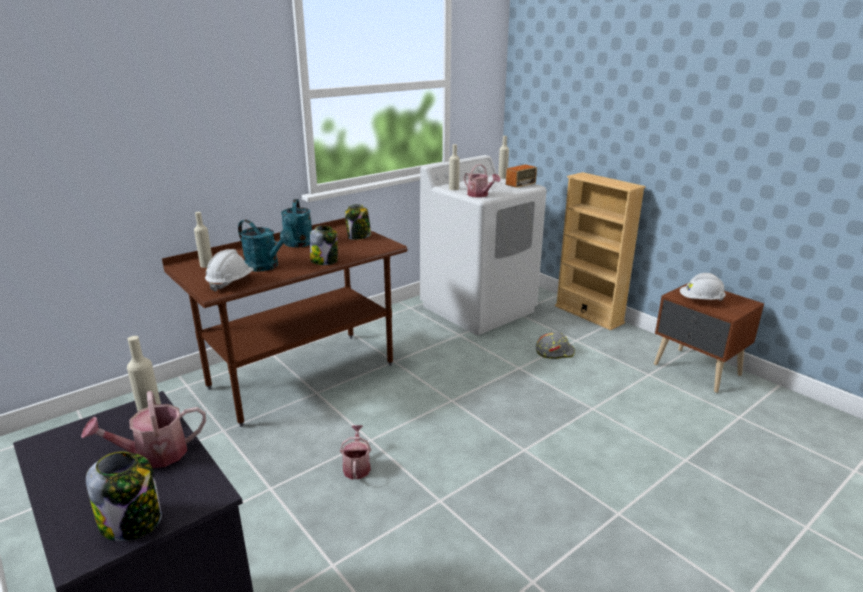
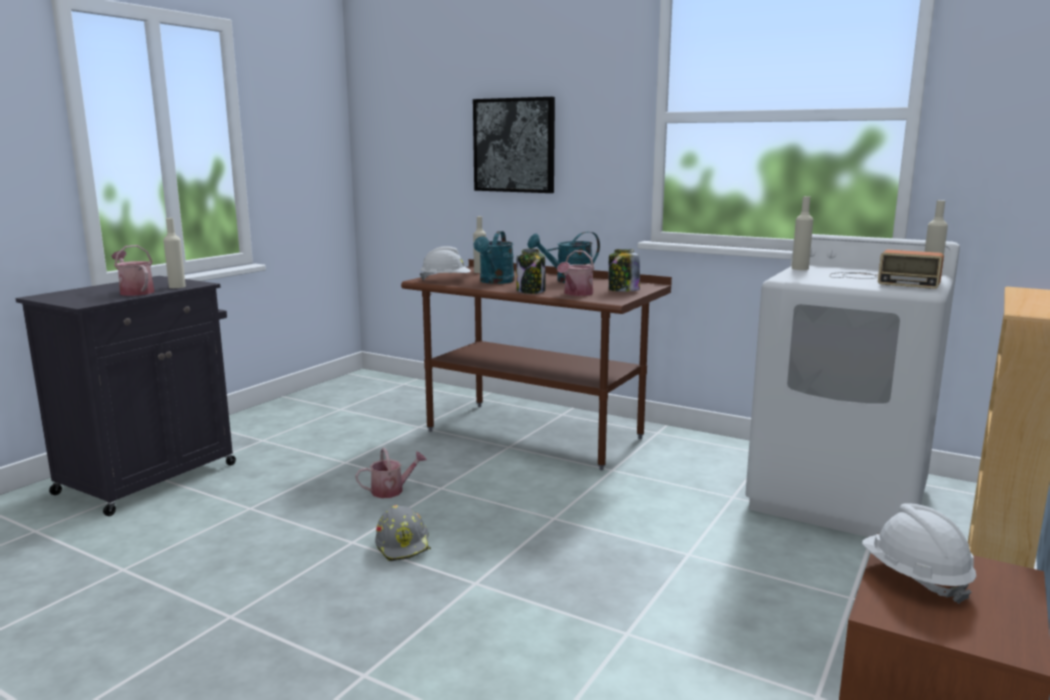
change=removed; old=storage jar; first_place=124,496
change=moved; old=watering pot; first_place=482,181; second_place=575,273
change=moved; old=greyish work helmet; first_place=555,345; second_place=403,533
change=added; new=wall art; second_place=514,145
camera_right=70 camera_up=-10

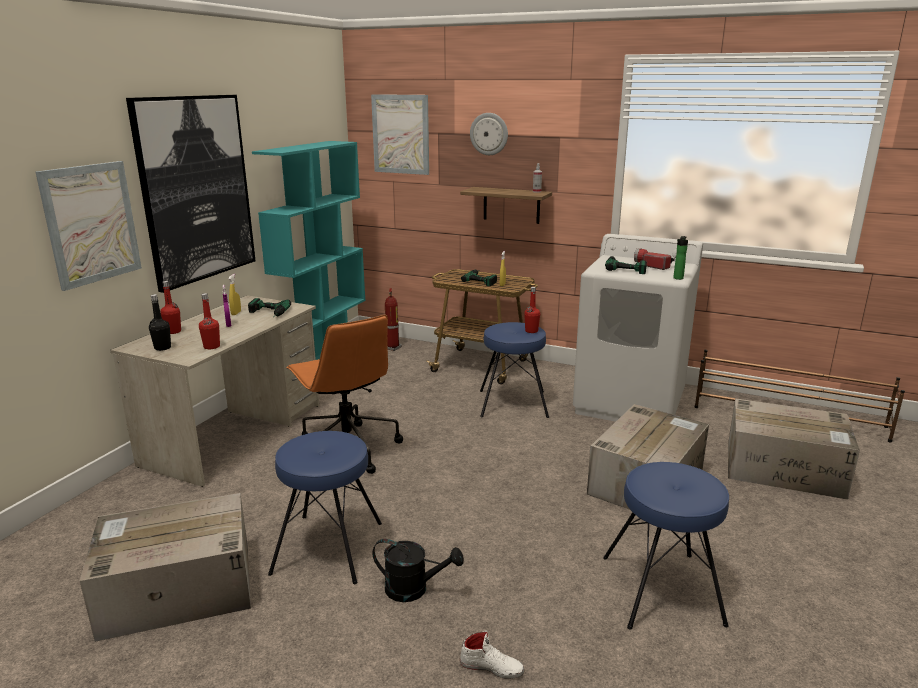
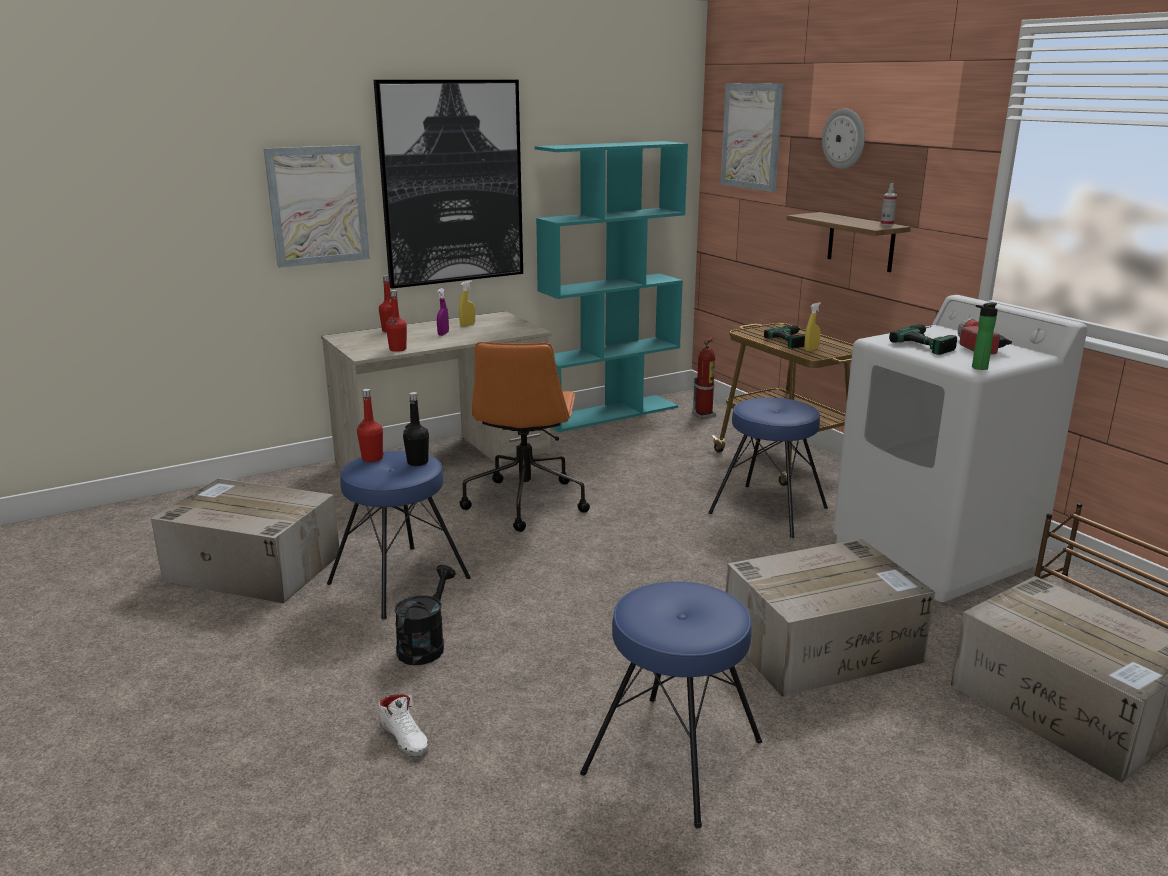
change=moved; old=blackish drink bottle; first_place=160,322; second_place=416,429
change=removed; old=drill; first_place=269,307
change=turned; old=blackish watering pot; first_place=418,570; second_place=425,615; degrees=-120
change=moved; old=red drink bottle; first_place=532,310; second_place=370,425
camera_right=35 camera_up=0

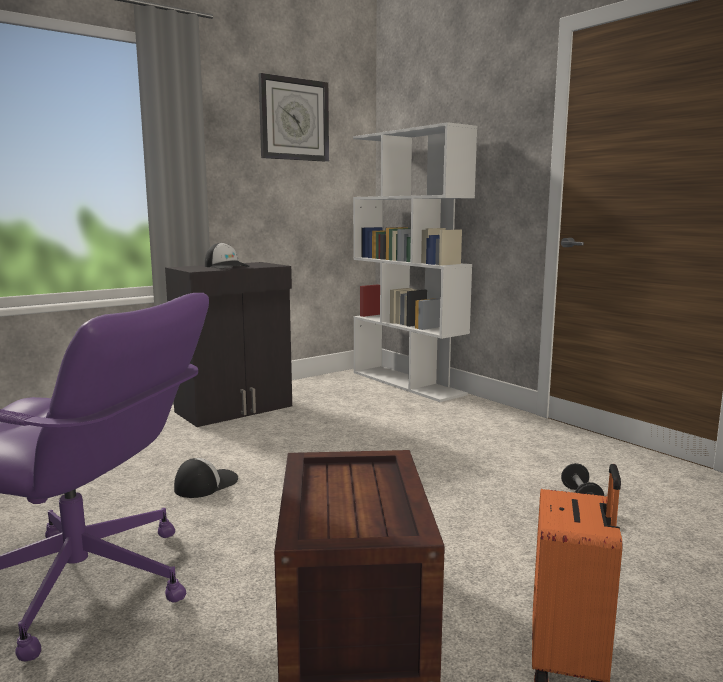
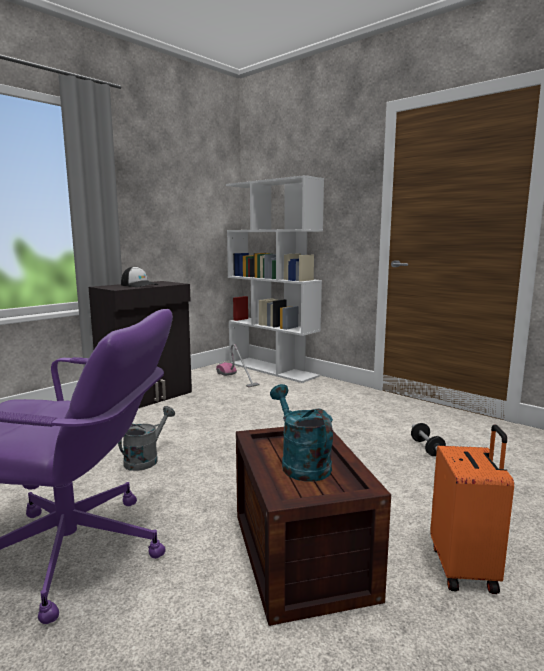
change=replaced; old=peaked cap; new=greyish watering pot; first_place=206,478; second_place=146,438
change=removed; old=hanging clock; first_place=294,117
change=added; new=vacuum; second_place=238,365
change=added; new=turquoise-coloured watering pot; second_place=301,433
camera_right=-10 camera_up=0

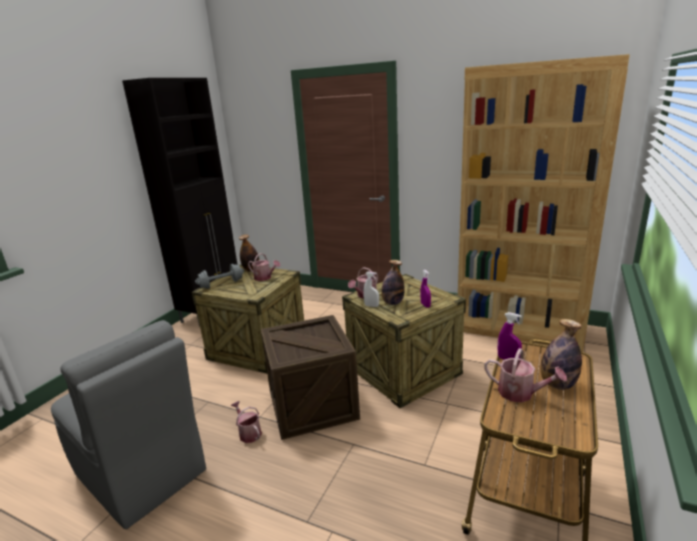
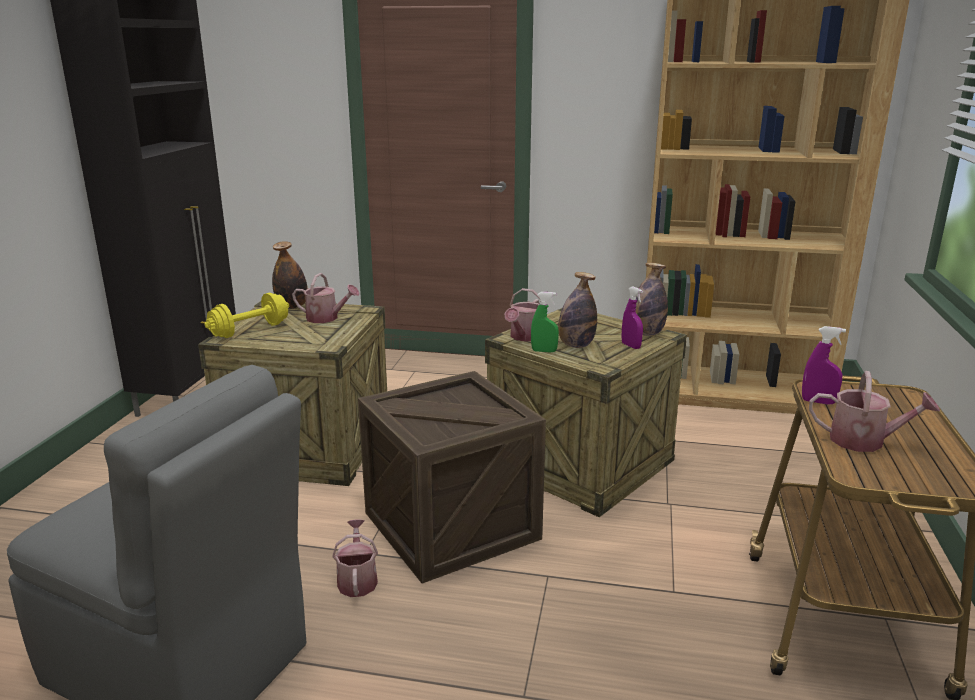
change=recoloured; old=greyish free weight; new=yellow free weight; first_place=219,276; second_place=246,315
change=turned; old=watering pot; first_place=246,422; second_place=355,558; degrees=45
change=recoloured; old=white-coloured hand sprayer; new=greenish hand sprayer; first_place=371,289; second_place=545,322
change=moved; old=drink bottle; first_place=561,354; second_place=651,299
camera_right=-15 camera_up=0

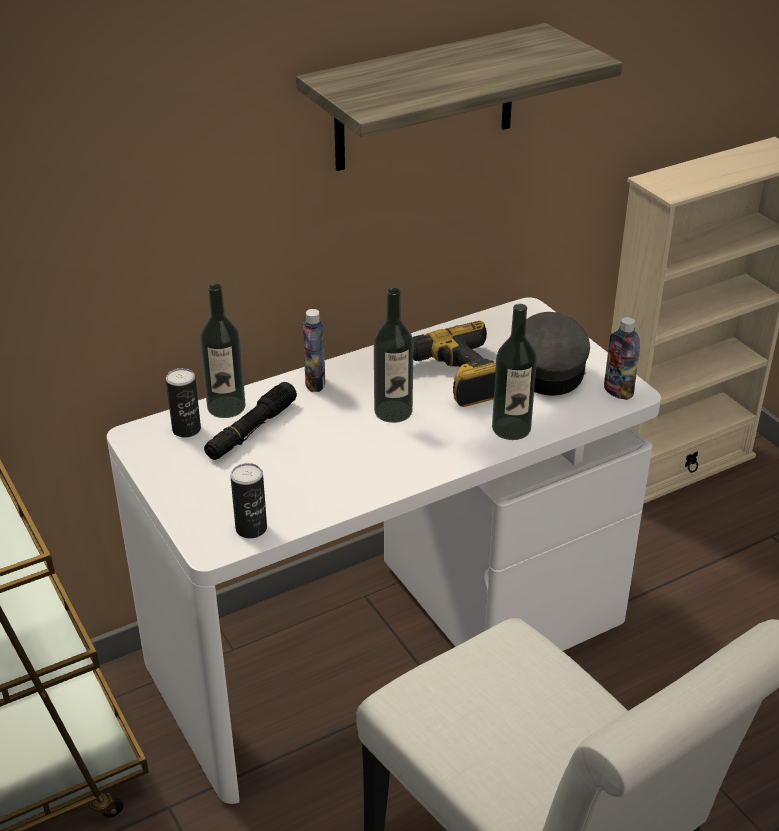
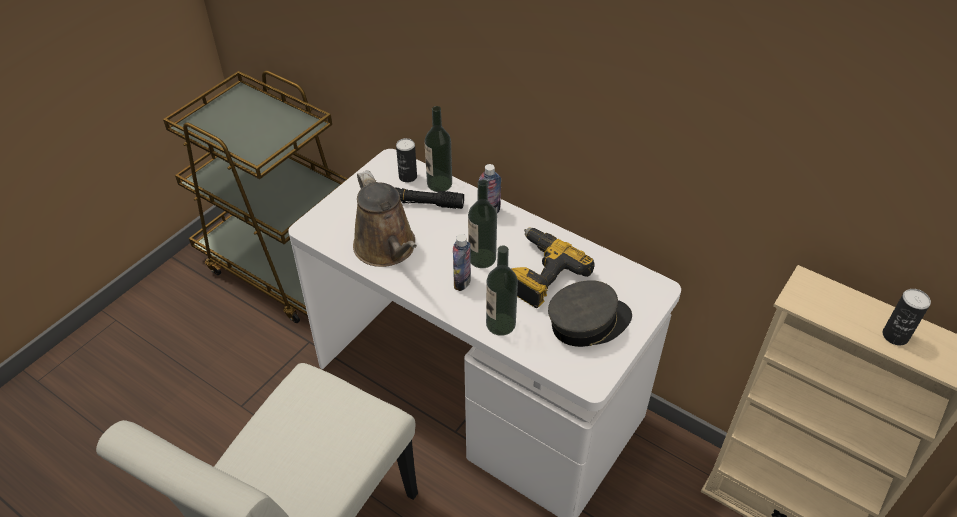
change=moved; old=metal can; first_place=248,500; second_place=907,317
change=removed; old=shelf; first_place=459,97
change=moved; old=drink bottle; first_place=622,358; second_place=462,262
change=added; new=brownish watering pot; second_place=385,218
camera_right=65 camera_up=10

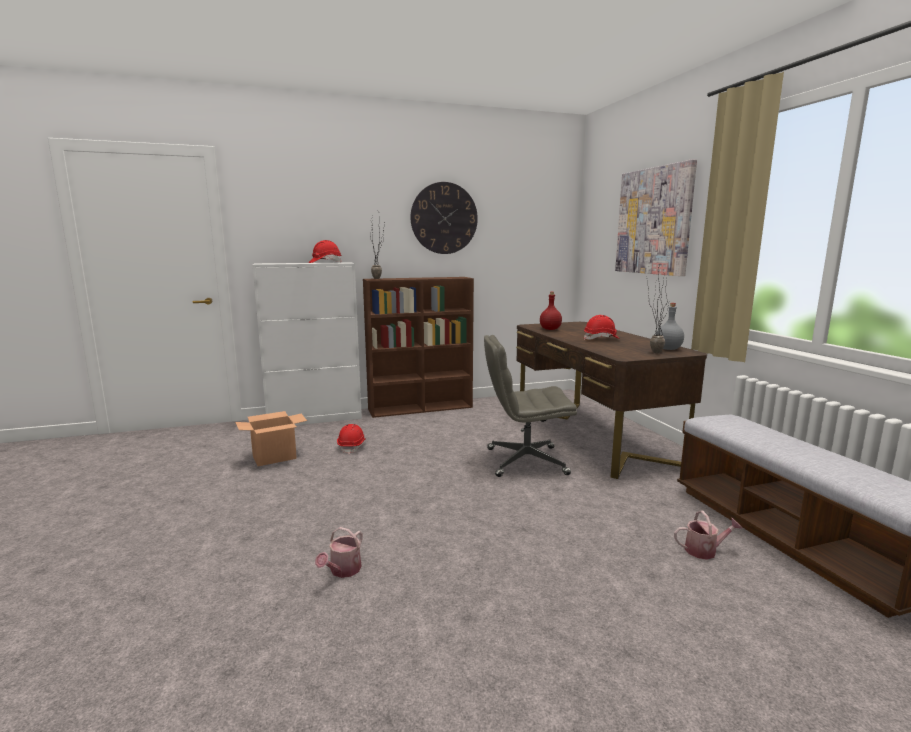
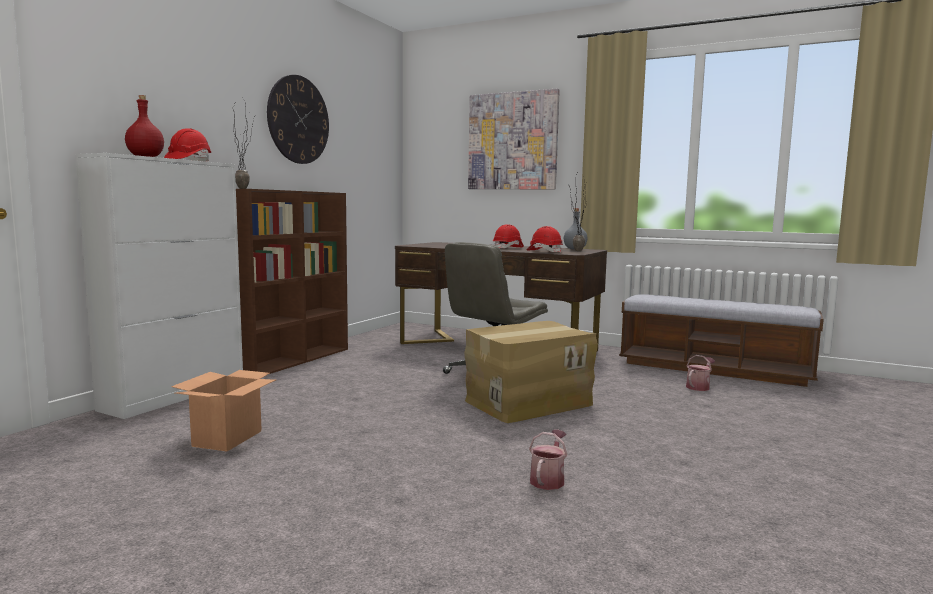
change=turned; old=watering pot; first_place=338,552; second_place=548,460; degrees=-135
change=moved; old=red work helmet; first_place=351,439; second_place=545,239
change=moved; old=red drink bottle; first_place=551,311; second_place=144,126
change=added; new=packing box; second_place=531,372
camera_right=-45 camera_up=-5

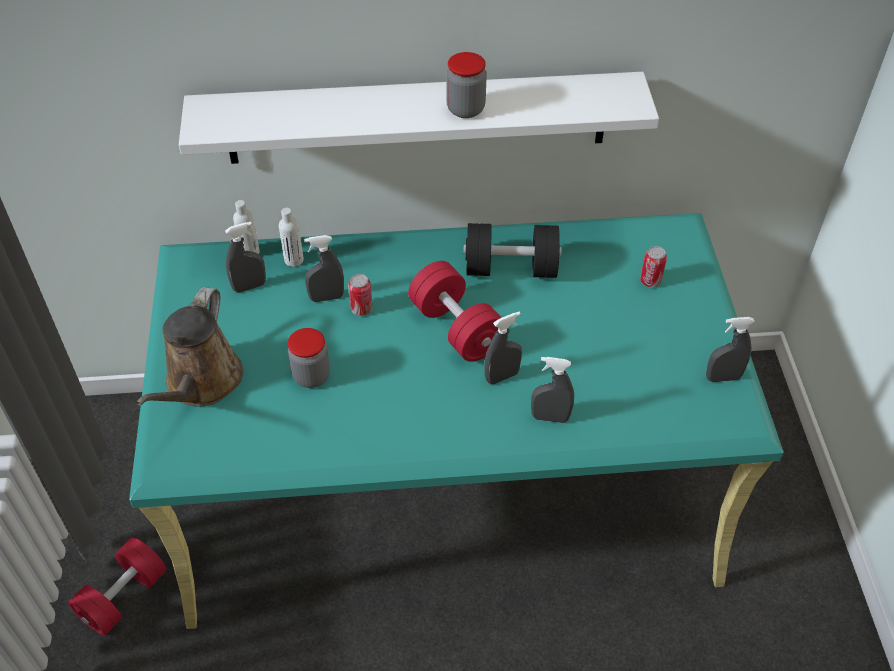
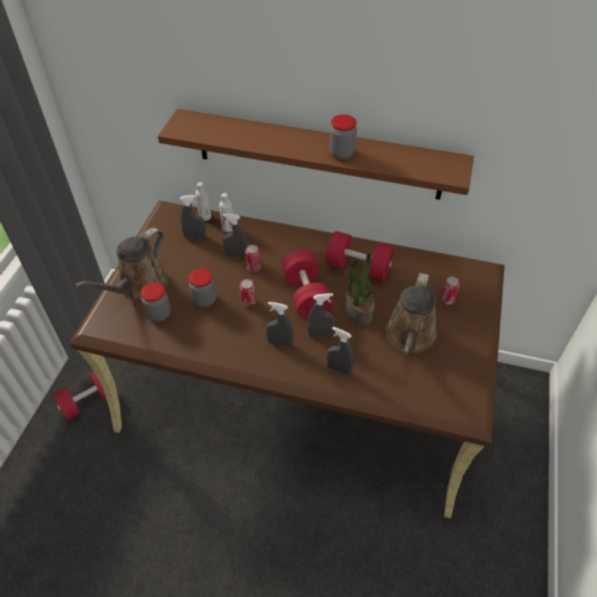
change=recoloured; old=turquoise-coloured desk; new=brownish desk; first_place=456,421; second_place=287,359
change=recoloured; old=white-coloured shelf; new=brownish shelf; first_place=419,118; second_place=316,154
change=recoloured; old=blackish free weight; new=red free weight; first_place=512,250; second_place=359,256
change=moved; old=greyish hand sprayer; first_place=730,349; second_place=280,324
change=added; new=storage jar; second_place=156,302
change=added; new=metal can; second_place=248,293
change=added; new=houseplant; second_place=360,289
change=added; new=brownish watering pot; second_place=411,313
camera_right=20 camera_up=0

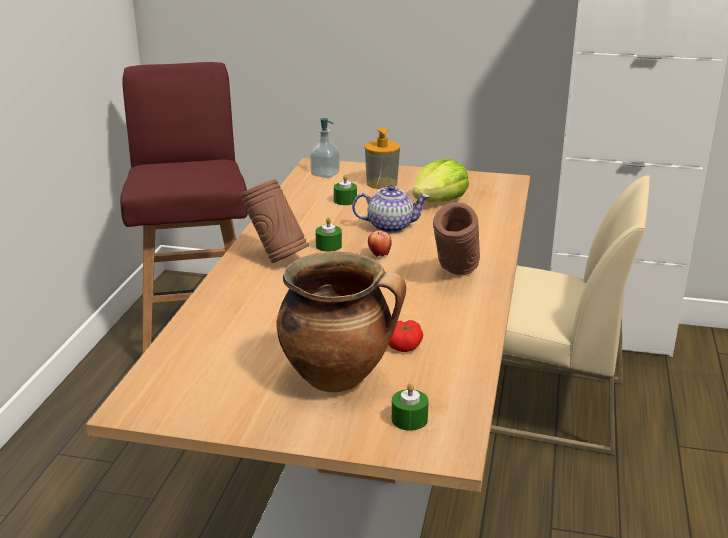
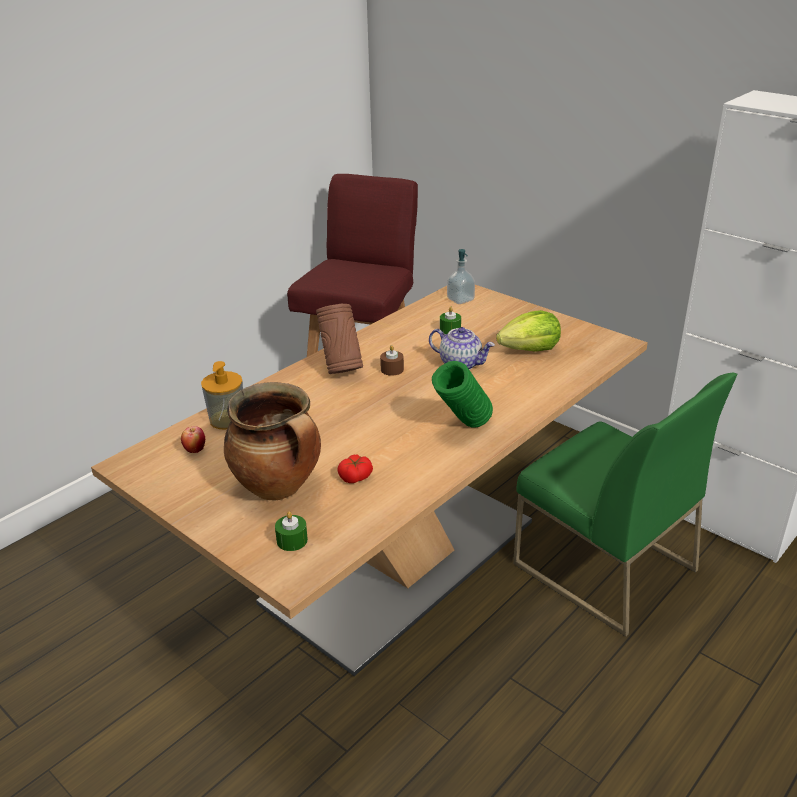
change=recoloured; old=greenish wax light; new=brownish wax light; first_place=329,234; second_place=392,360
change=moved; old=soap bottle; first_place=382,158; second_place=222,395
change=moved; old=apple; first_place=380,243; second_place=193,439
change=recoloured; old=brownish flower vase; new=greenish flower vase; first_place=456,238; second_place=462,394
change=recoloured; old=beige plain chair; new=greenish plain chair; first_place=570,315; second_place=625,505
camera_right=30 camera_up=5

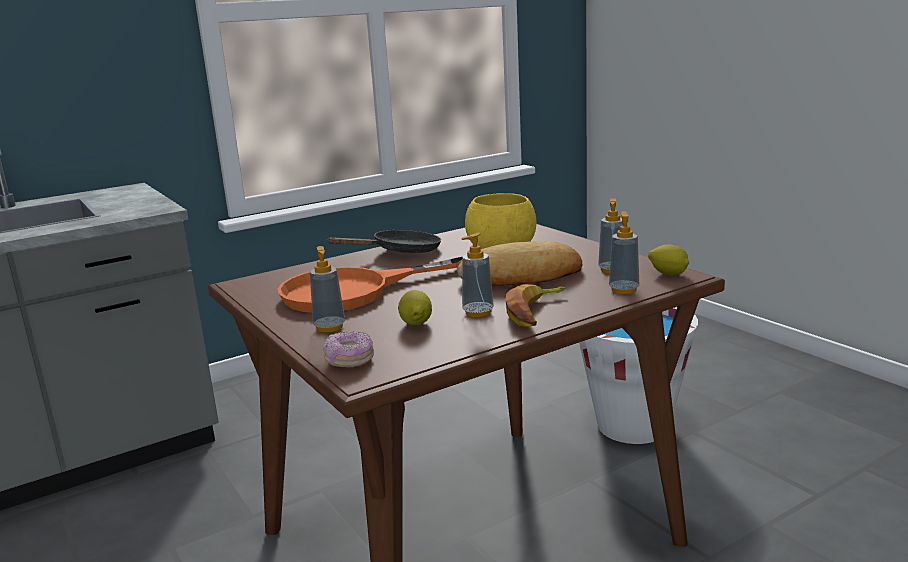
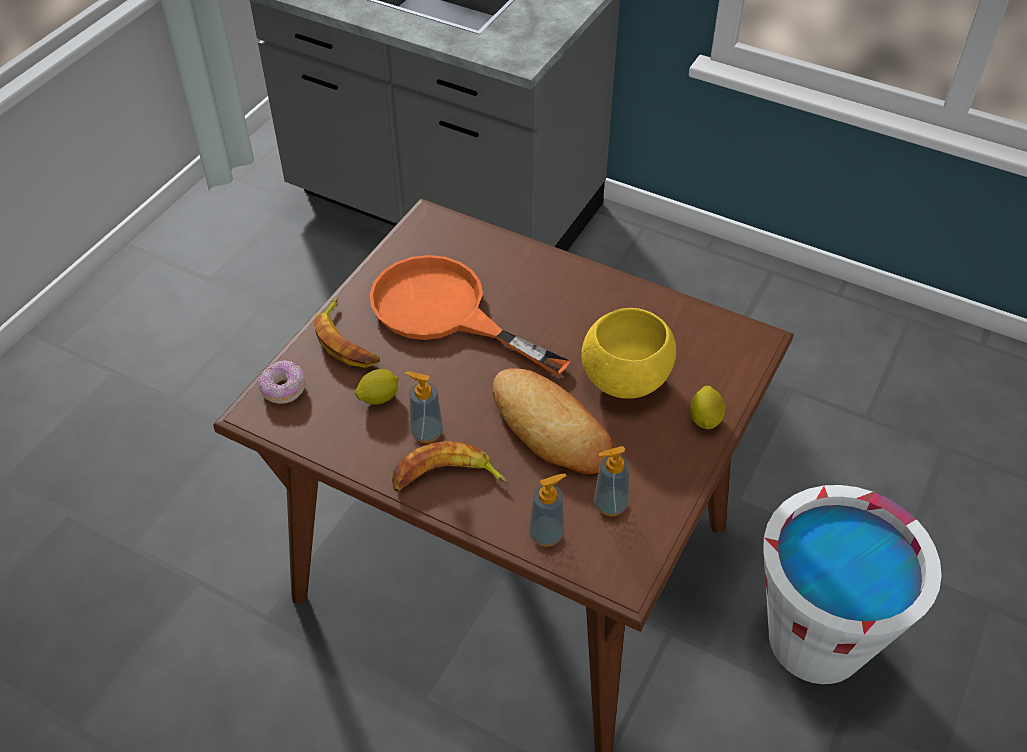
change=replaced; old=soap bottle; new=banana fruit; first_place=327,289; second_place=347,332
change=removed; old=blackish skillet; first_place=383,241
change=moved; old=citrus fruit; first_place=668,260; second_place=707,407
camera_right=60 camera_up=30

